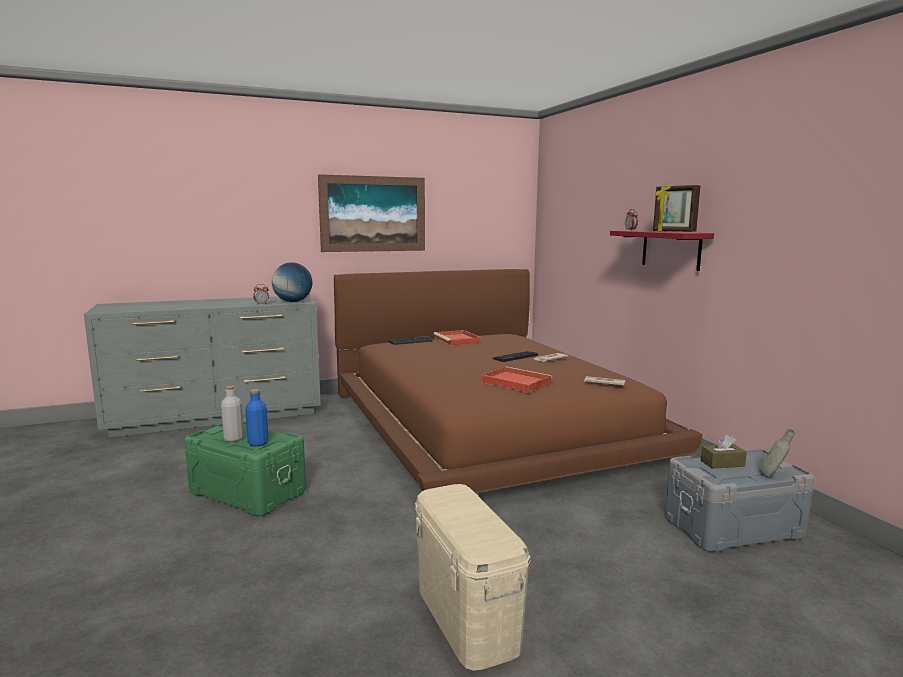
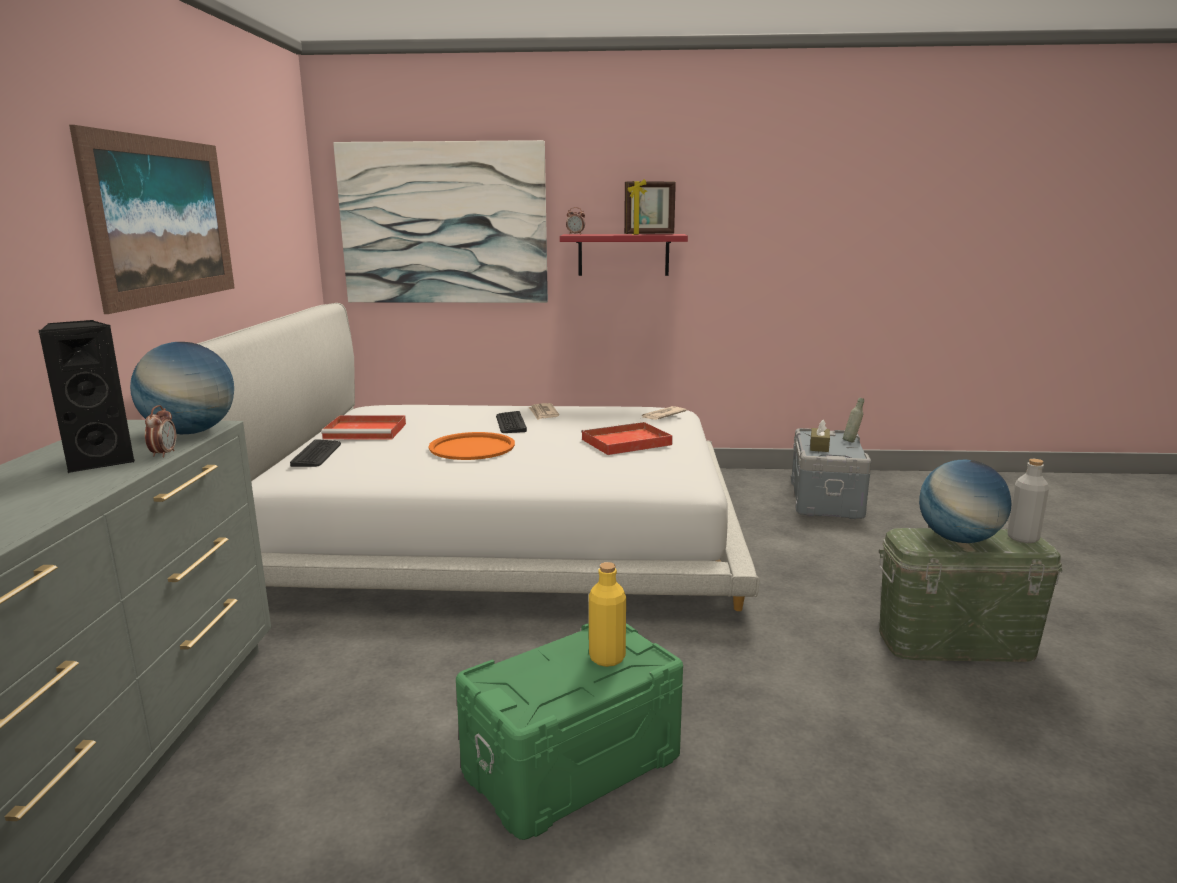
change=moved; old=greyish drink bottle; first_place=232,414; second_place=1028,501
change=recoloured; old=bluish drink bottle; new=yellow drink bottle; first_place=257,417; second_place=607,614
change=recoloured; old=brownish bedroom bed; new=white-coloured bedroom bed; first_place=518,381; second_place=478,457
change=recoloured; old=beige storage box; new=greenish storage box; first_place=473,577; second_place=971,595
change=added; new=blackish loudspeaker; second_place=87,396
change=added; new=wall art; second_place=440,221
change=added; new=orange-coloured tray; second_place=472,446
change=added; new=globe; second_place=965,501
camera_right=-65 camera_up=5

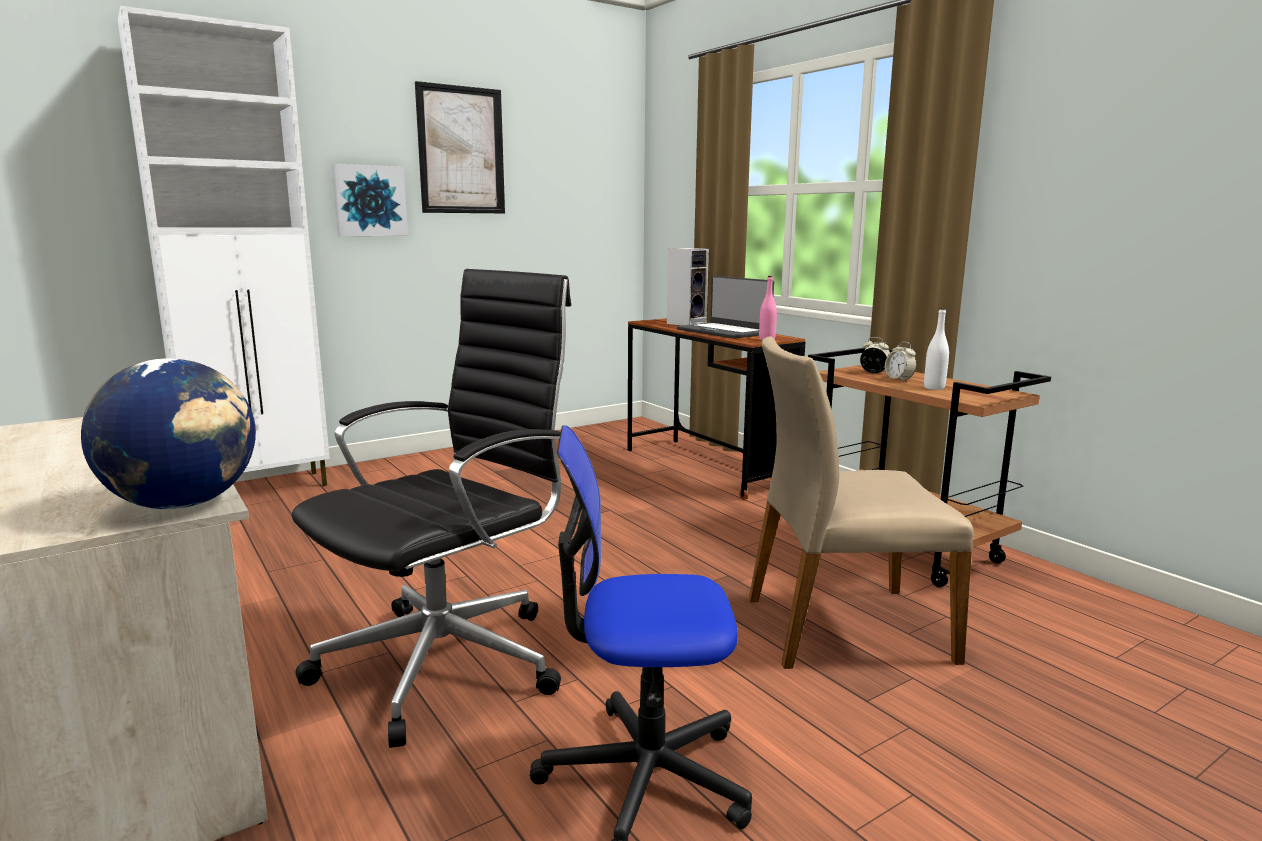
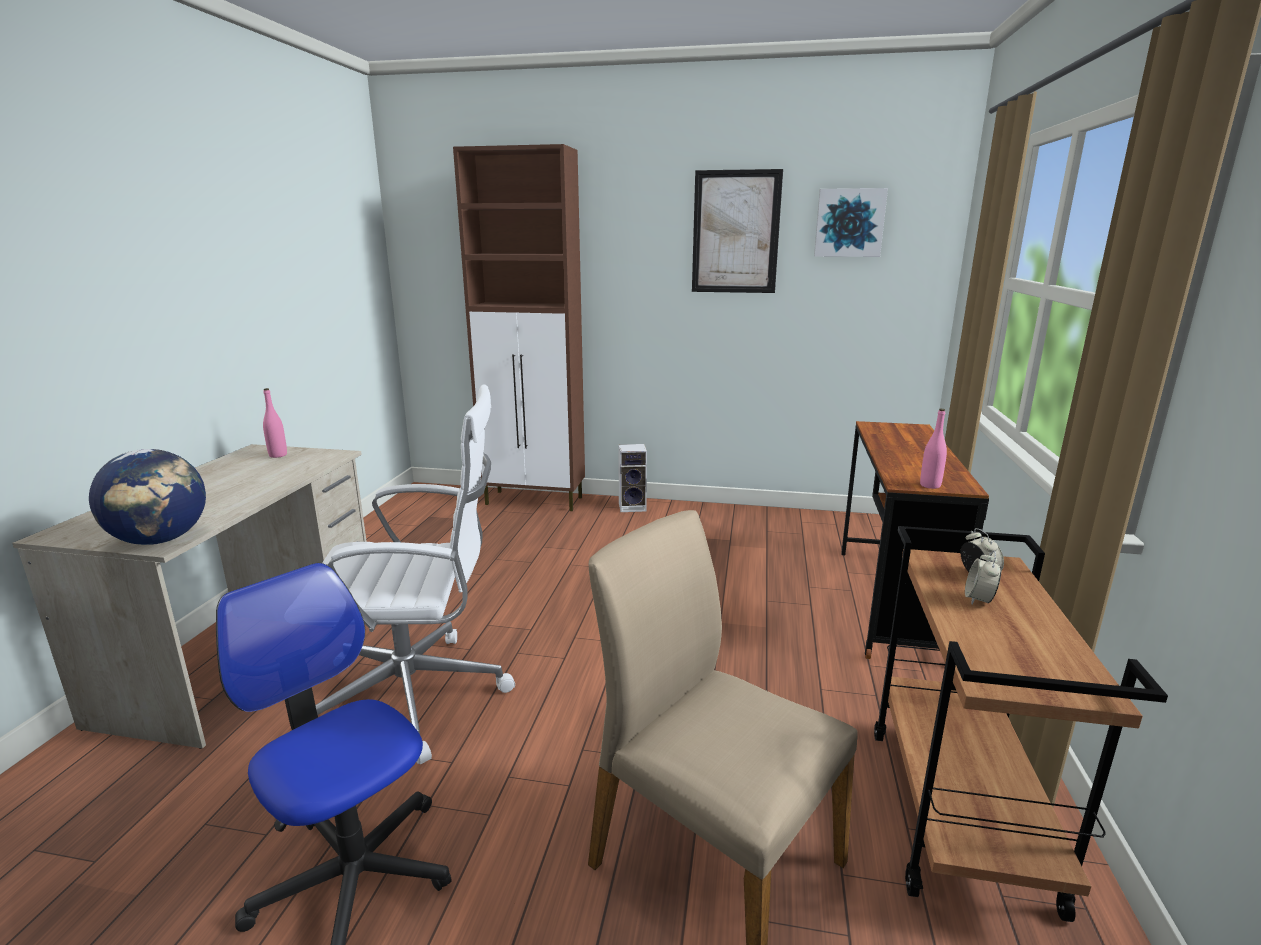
change=recoloured; old=white-coloured storage cabinet; new=brownish storage cabinet; first_place=224,246; second_place=519,327
change=recoloured; old=blackish desk chair; new=white-coloured desk chair; first_place=431,508; second_place=415,574
change=moved; old=wall art; first_place=370,200; second_place=851,222
change=moved; old=loudspeaker; first_place=688,286; second_place=632,478
change=removed; old=portable computer; first_place=725,307
change=removed; old=white-coloured drink bottle; first_place=936,349
change=added; new=pink drink bottle; second_place=275,423
camera_right=45 camera_up=5

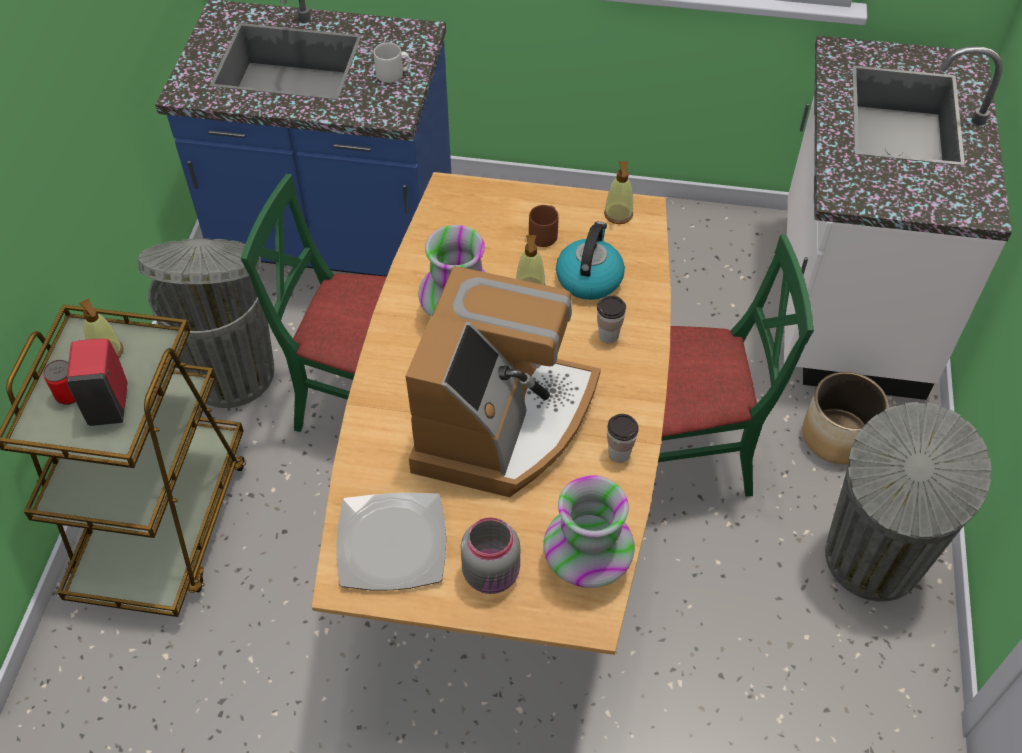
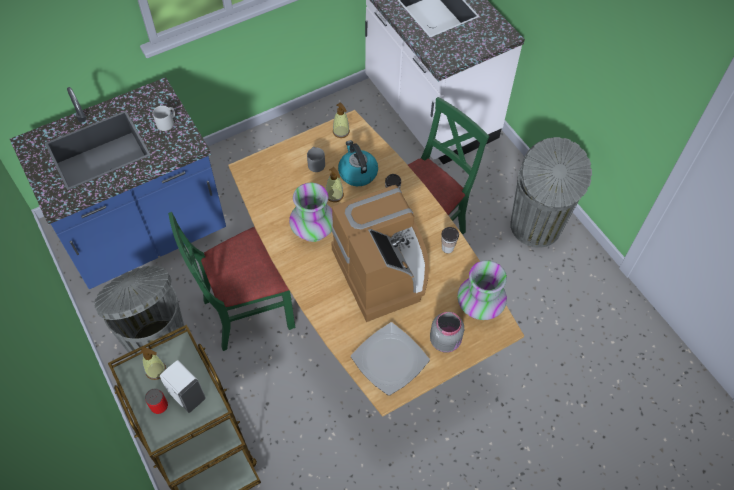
change=recoloured; old=red soap bottle; new=white-coloured soap bottle; first_place=97,382; second_place=183,386
change=recoloured; old=brownish tea mug; new=greyish tea mug; first_place=544,226; second_place=316,159
change=removed; old=flower pot; first_place=845,418
camera_right=-40 camera_up=5

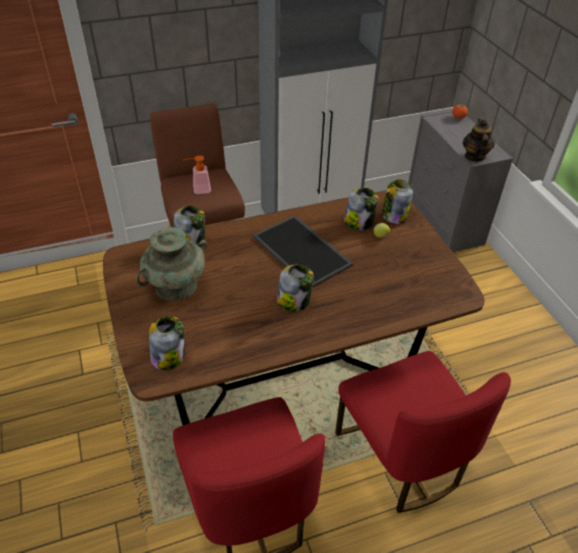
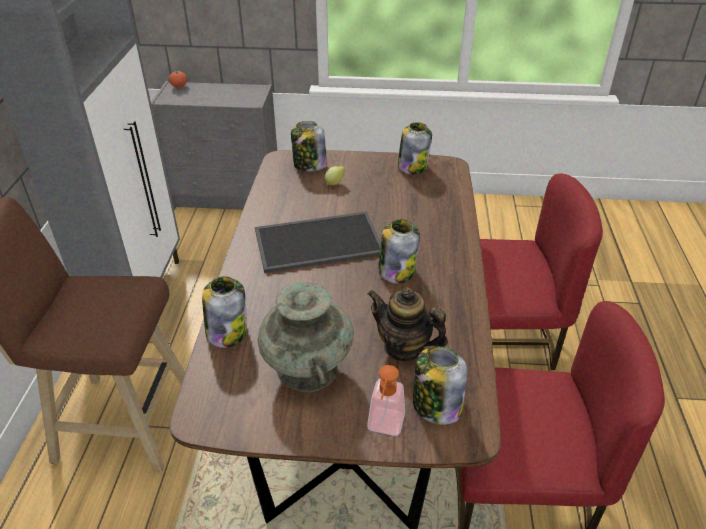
change=moved; old=soap bottle; first_place=197,174; second_place=386,400
change=moved; old=storage jar; first_place=361,209; second_place=415,148
change=moved; old=tea pot; first_place=479,140; second_place=407,324
camera_right=-65 camera_up=-5

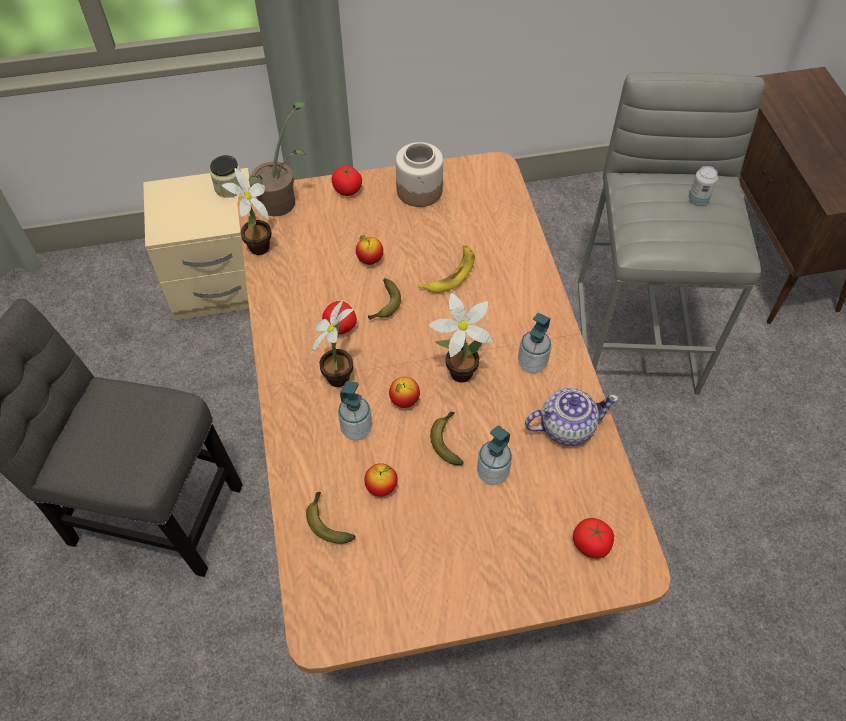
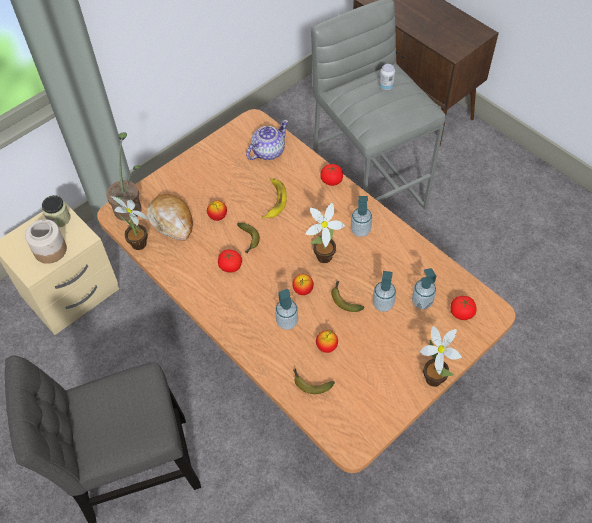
change=moved; old=houseplant; first_place=332,343; second_place=441,356
change=moved; old=whole tomato; first_place=347,181; second_place=331,175
change=moved; old=storage jar; first_place=419,174; second_place=46,241
change=moved; old=tea pot; first_place=572,417; second_place=267,140
change=added; new=bread; second_place=169,217
change=added; new=soap bottle; second_place=424,289
camera_right=-30 camera_up=0

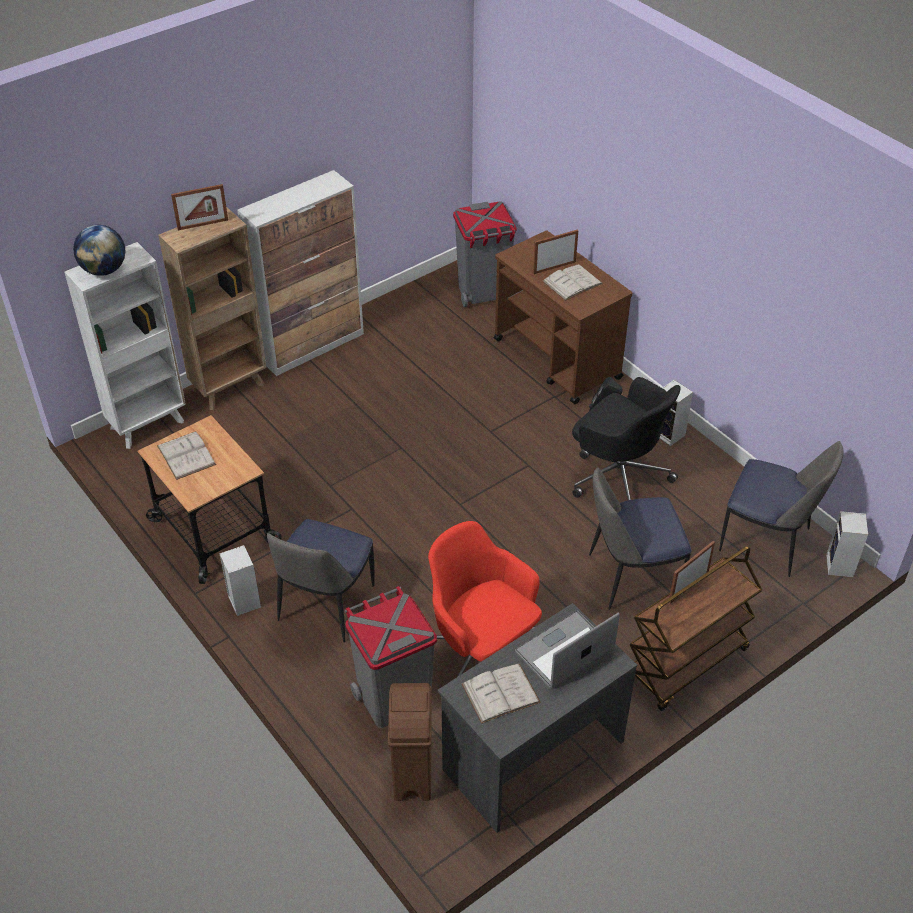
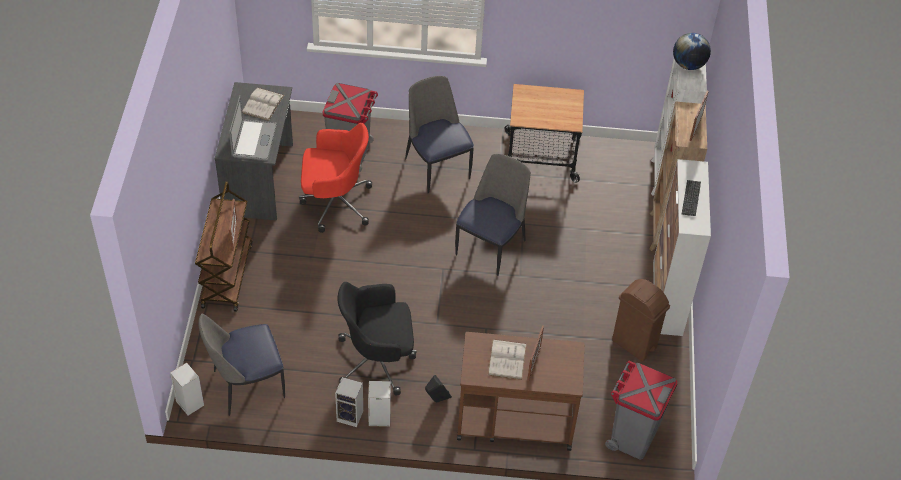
change=removed; old=white-coloured book; first_place=186,455
change=moved; old=loudspeaker; first_place=240,580; second_place=349,402
change=moved; old=brownish trash can; first_place=410,742; second_place=641,320
change=moved; old=plain chair; first_place=640,538; second_place=493,215
change=added; new=computer keyboard; second_place=691,198
camera_right=130 camera_up=5

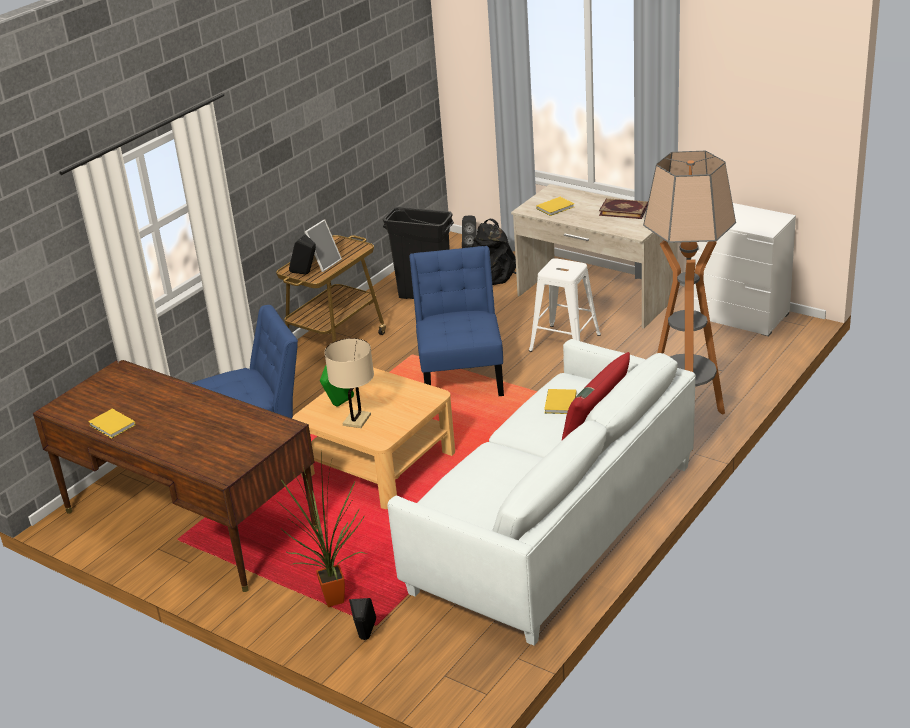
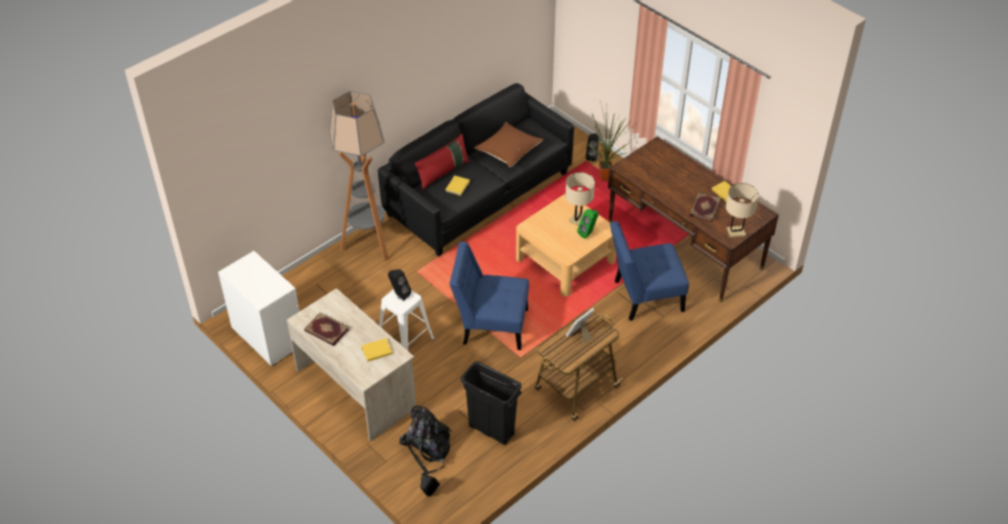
change=moved; old=blackish loudspeaker; first_place=302,254; second_place=400,284
change=recoloured; old=white-coloured couch; new=blackish couch; first_place=541,492; second_place=476,170
change=turned; old=bluish plain chair; first_place=457,321; second_place=489,296; degrees=90
change=added; new=brownish cushion; second_place=508,145
change=added; new=book; second_place=705,207
change=added; new=beige tabletop lamp; second_place=742,210
camera_right=-170 camera_up=15

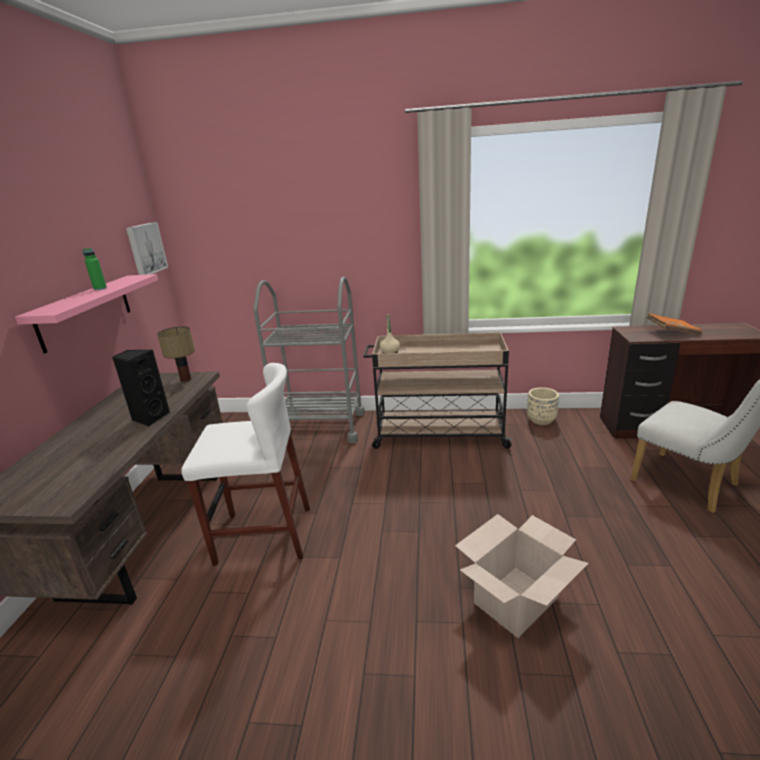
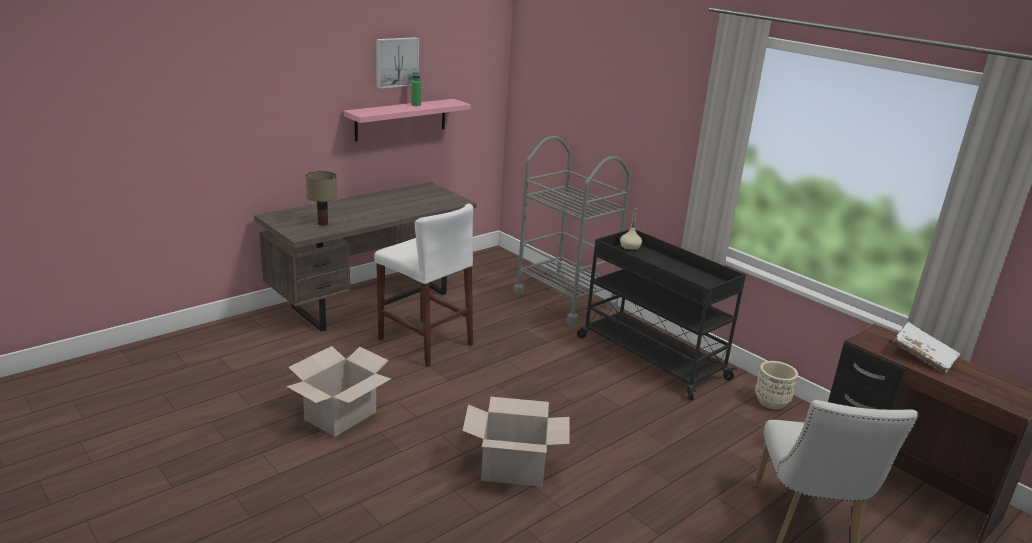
change=removed; old=blackish loudspeaker; first_place=141,388
change=moved; old=wall art; first_place=147,248; second_place=397,63
change=moved; old=tabletop lamp; first_place=176,354; second_place=321,198
change=recoloured; old=beige cart; new=blackish cart; first_place=438,390; second_place=661,314
change=recoloured; old=orange-coloured book; new=white-coloured book; first_place=674,324; second_place=926,348
change=added; new=packing box; second_place=338,391
camera_right=40 camera_up=0

